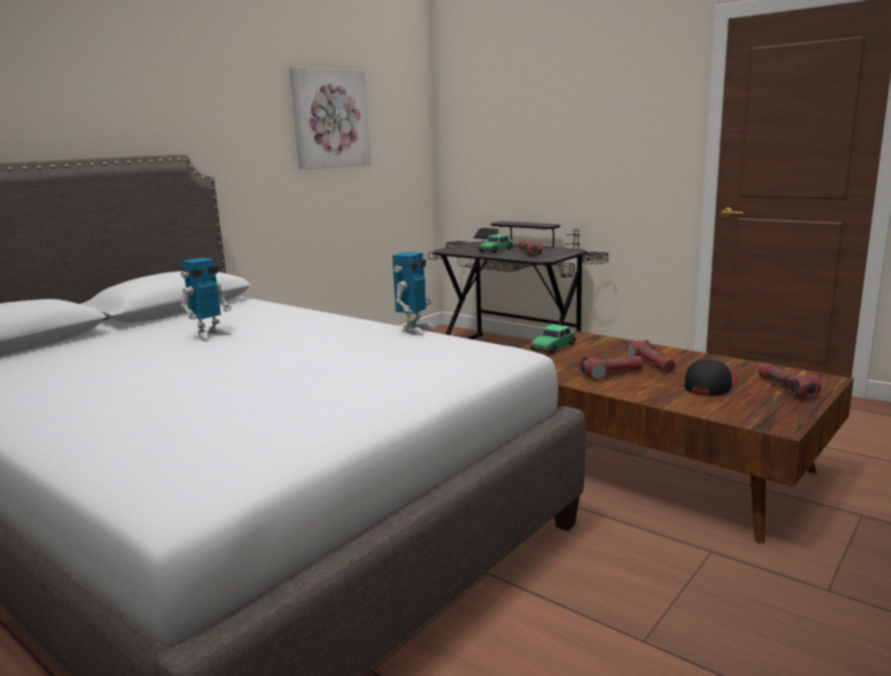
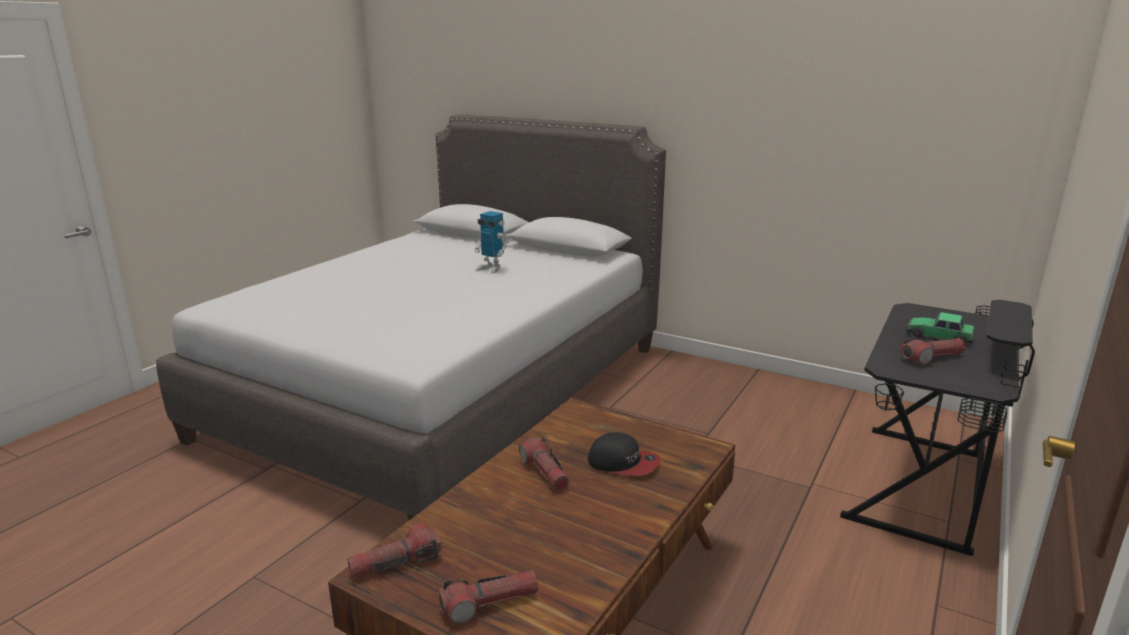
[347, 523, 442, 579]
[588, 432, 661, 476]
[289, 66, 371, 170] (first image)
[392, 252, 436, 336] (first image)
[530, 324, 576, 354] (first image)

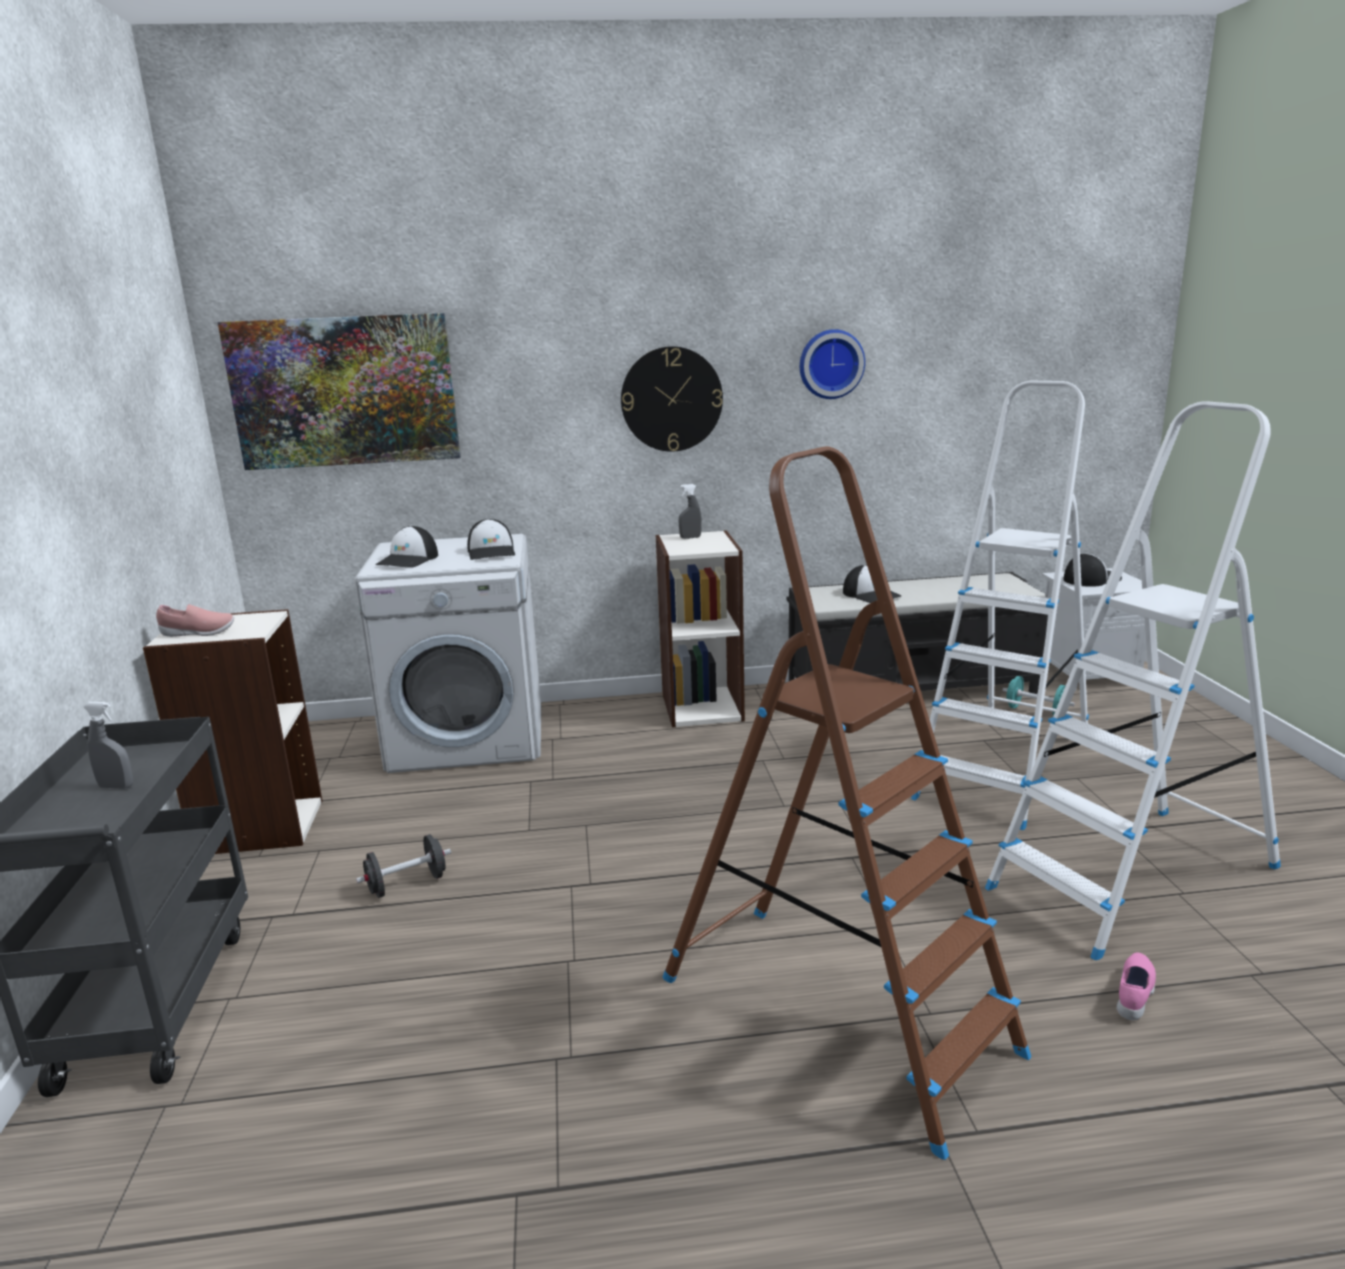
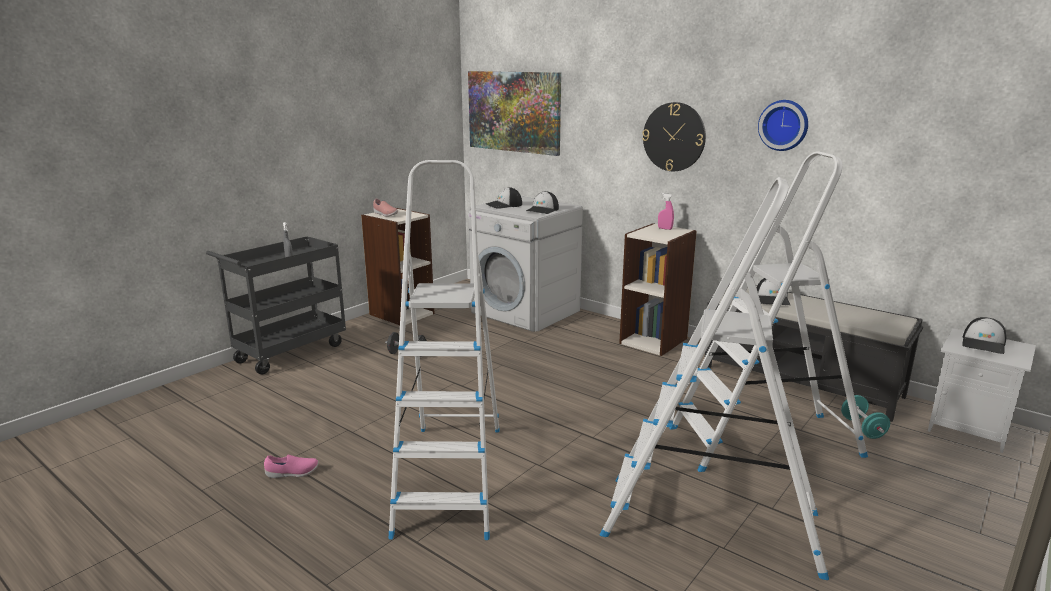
[264, 454, 319, 478]
[389, 160, 500, 540]
[658, 193, 674, 230]
[962, 317, 1006, 354]

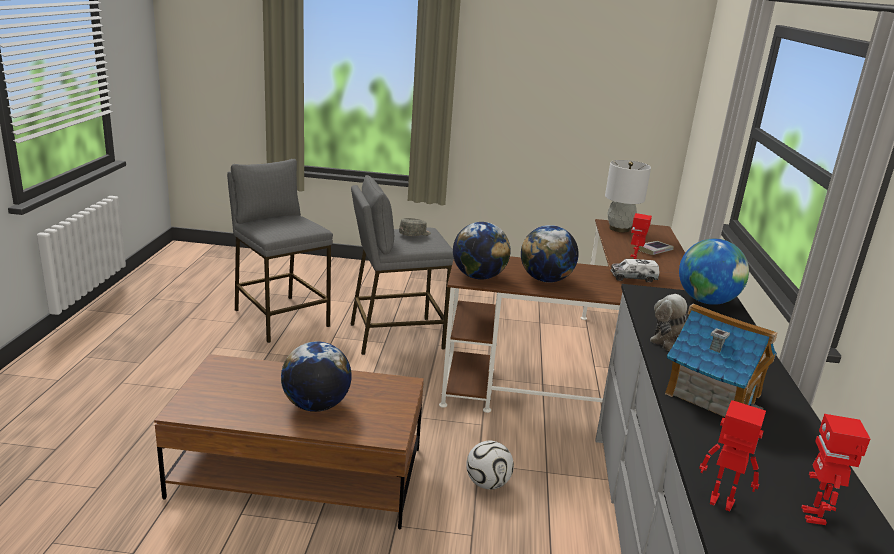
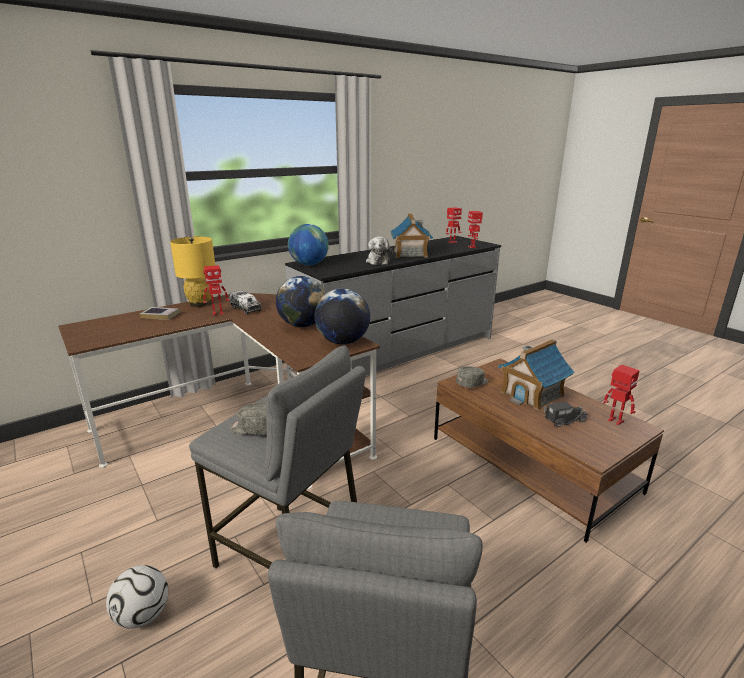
[106, 565, 168, 629]
[170, 236, 215, 307]
[456, 367, 488, 388]
[498, 339, 575, 410]
[544, 402, 587, 427]
[603, 364, 640, 425]
[605, 160, 651, 232] (first image)

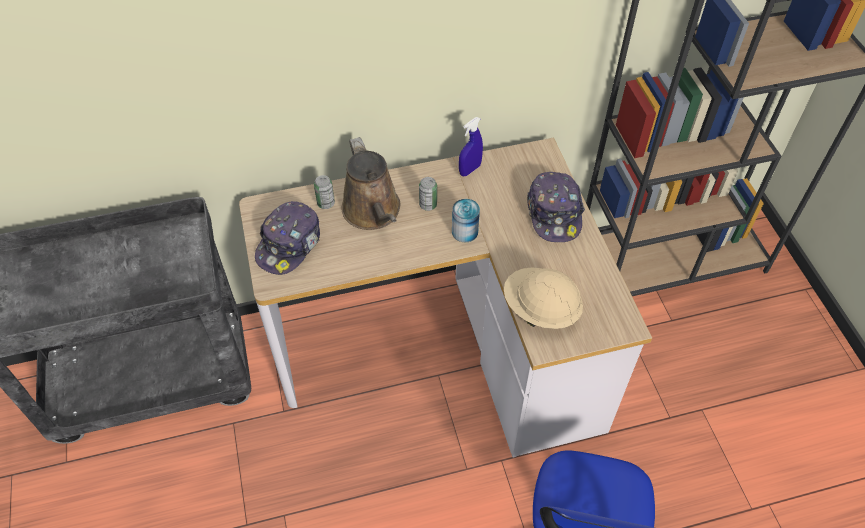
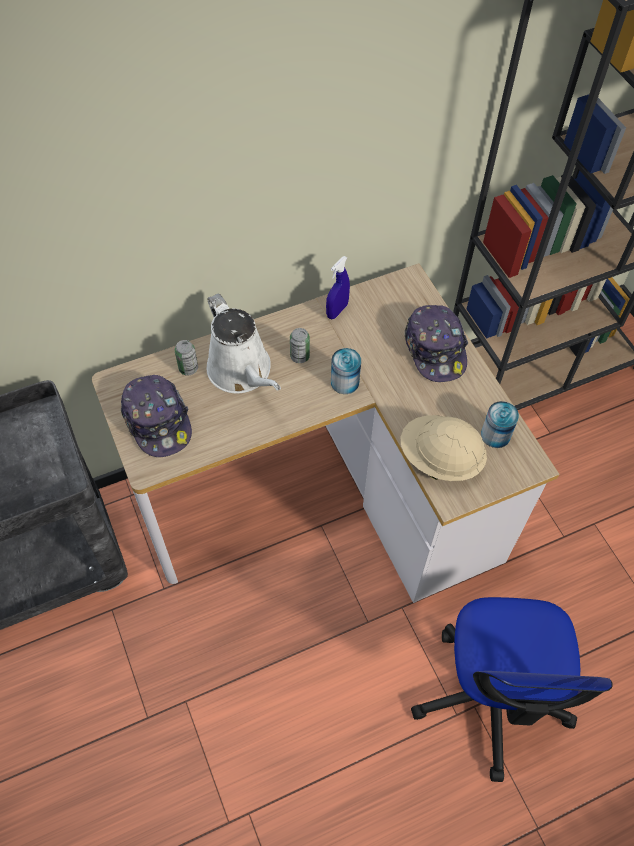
[121, 375, 192, 457]
[206, 294, 281, 394]
[481, 401, 519, 448]

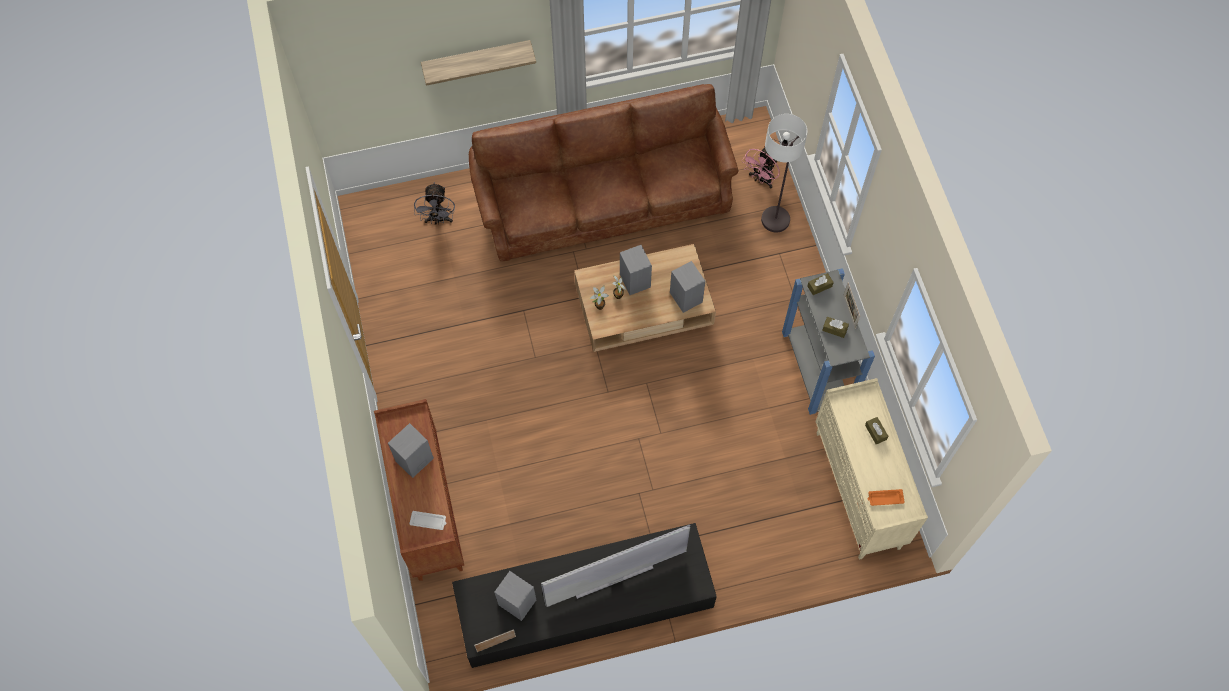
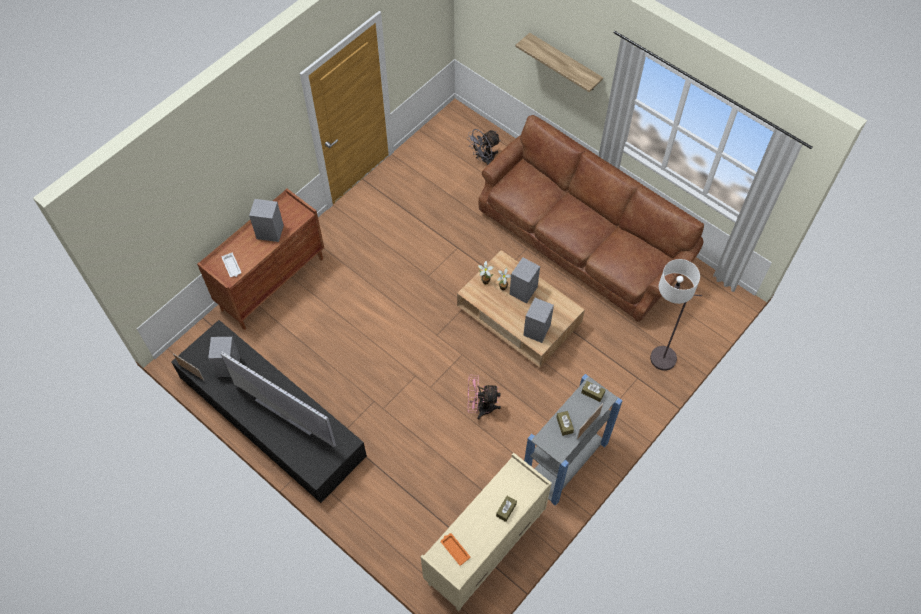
[468, 375, 501, 420]

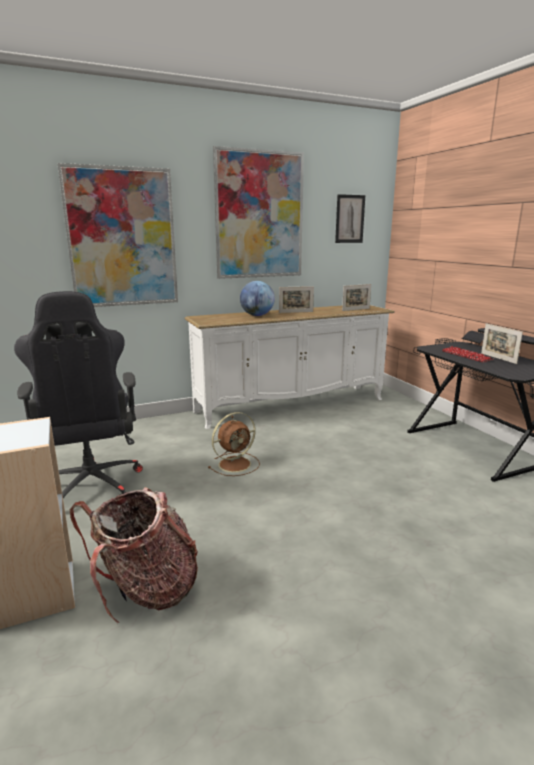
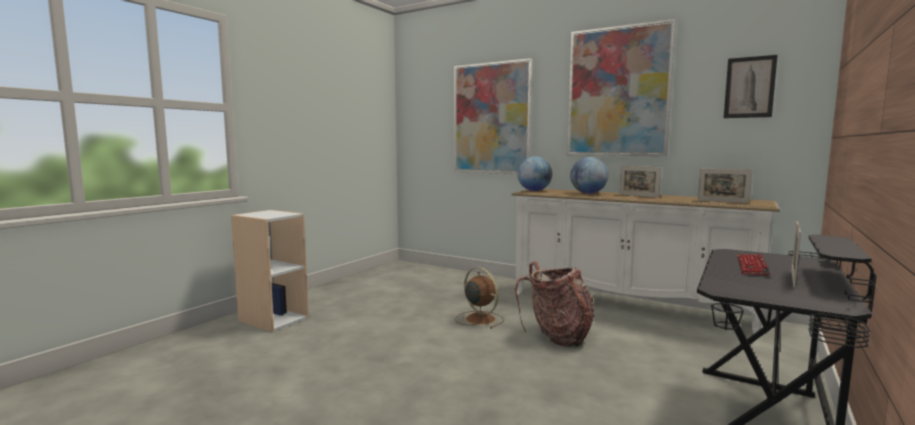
[455, 267, 504, 329]
[515, 262, 595, 347]
[517, 156, 552, 191]
[14, 291, 143, 498] (first image)

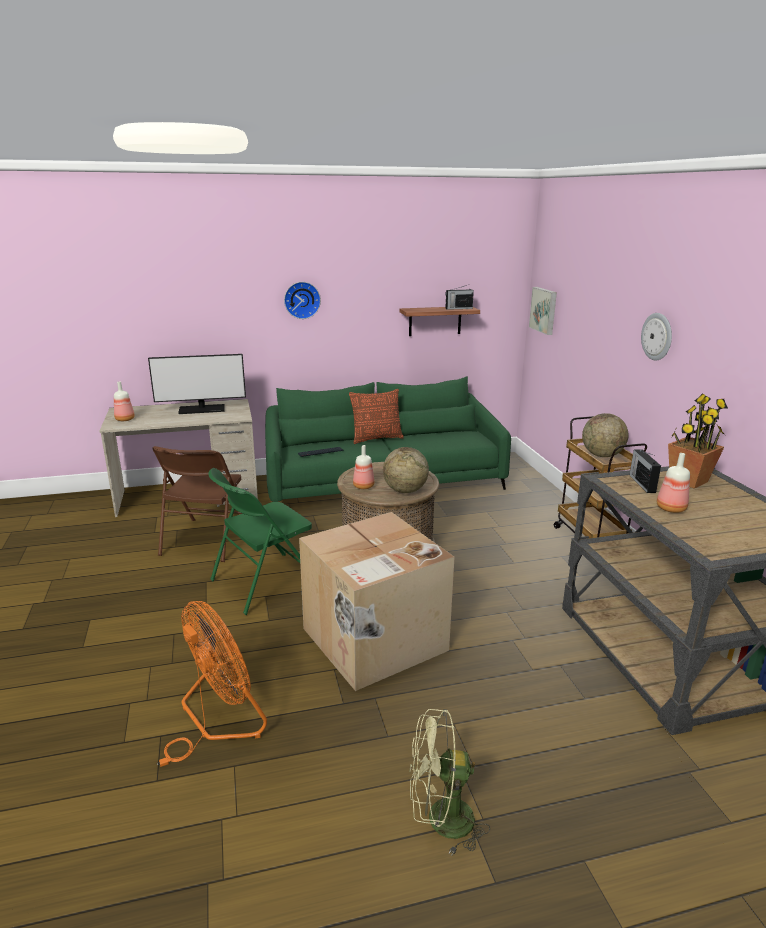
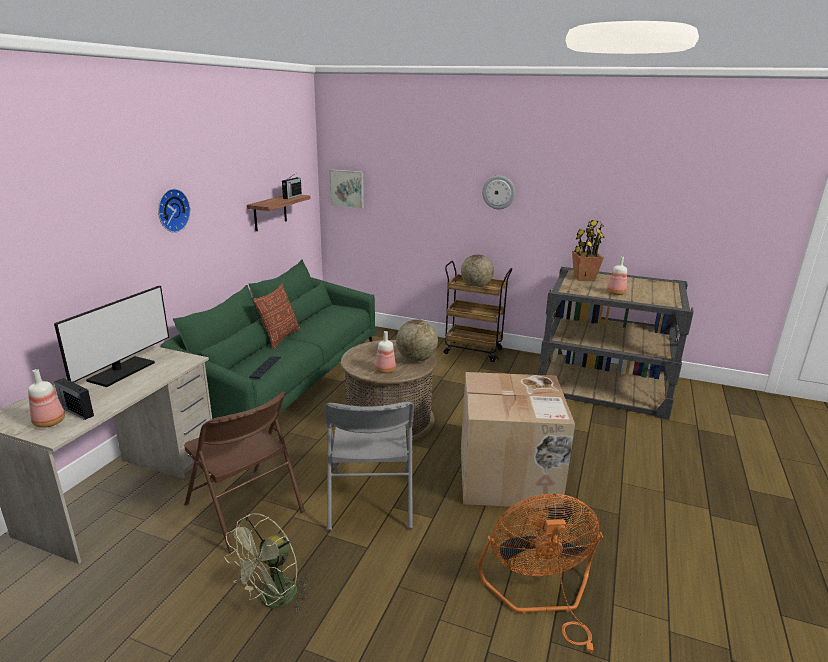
[54, 378, 94, 420]
[224, 513, 309, 610]
[324, 402, 414, 530]

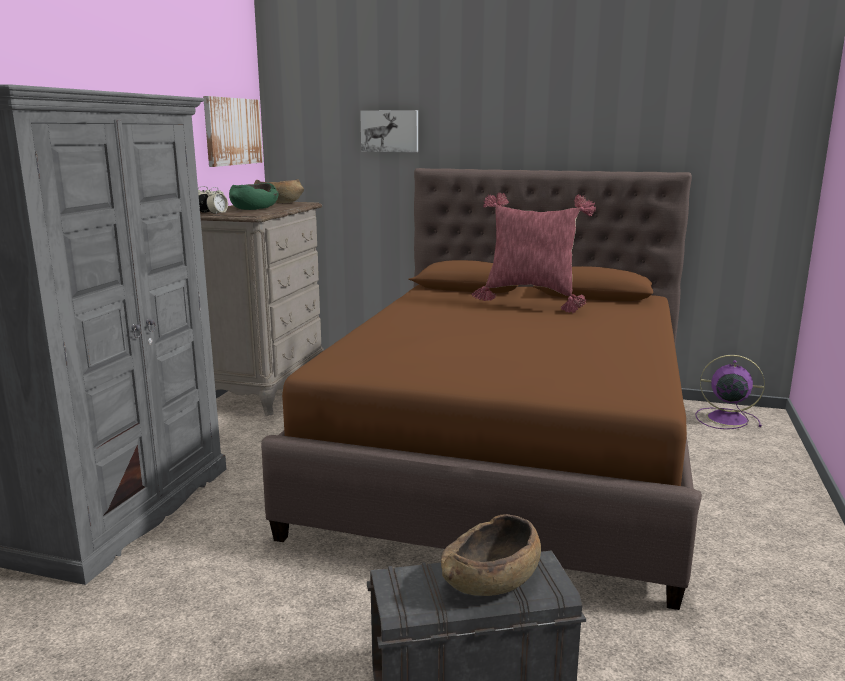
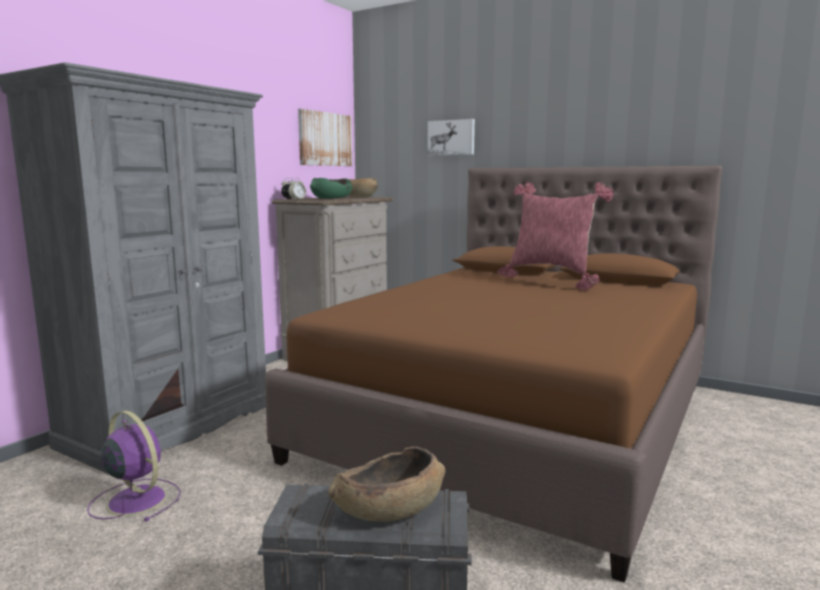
[87, 411, 181, 522]

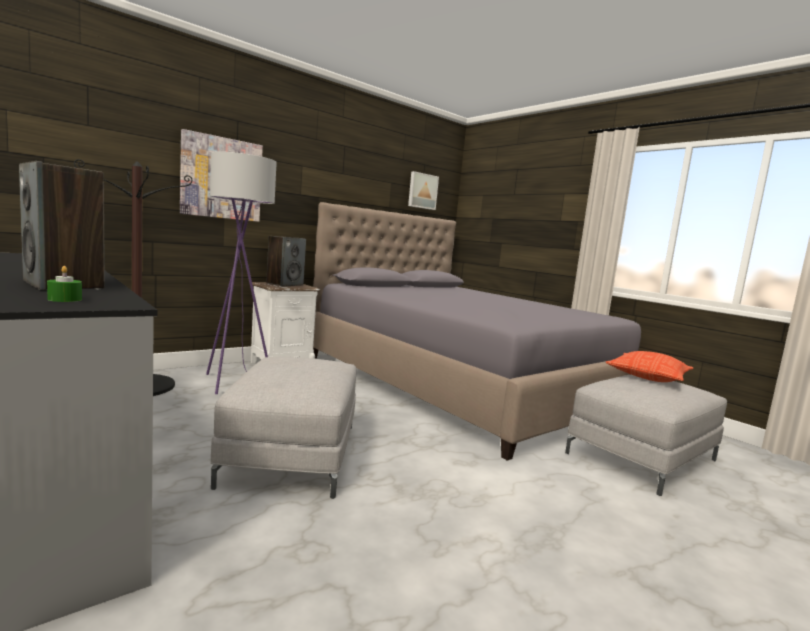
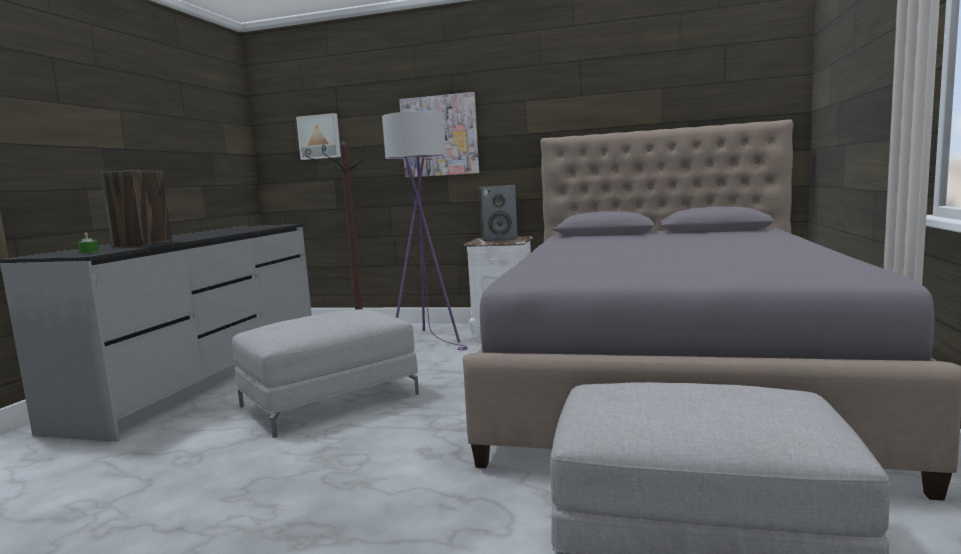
[296, 113, 341, 160]
[606, 351, 693, 382] (first image)

